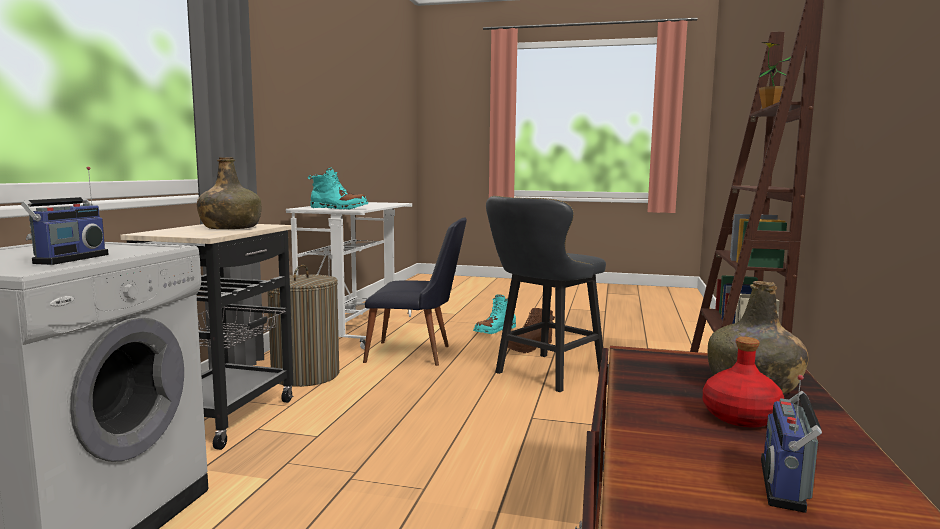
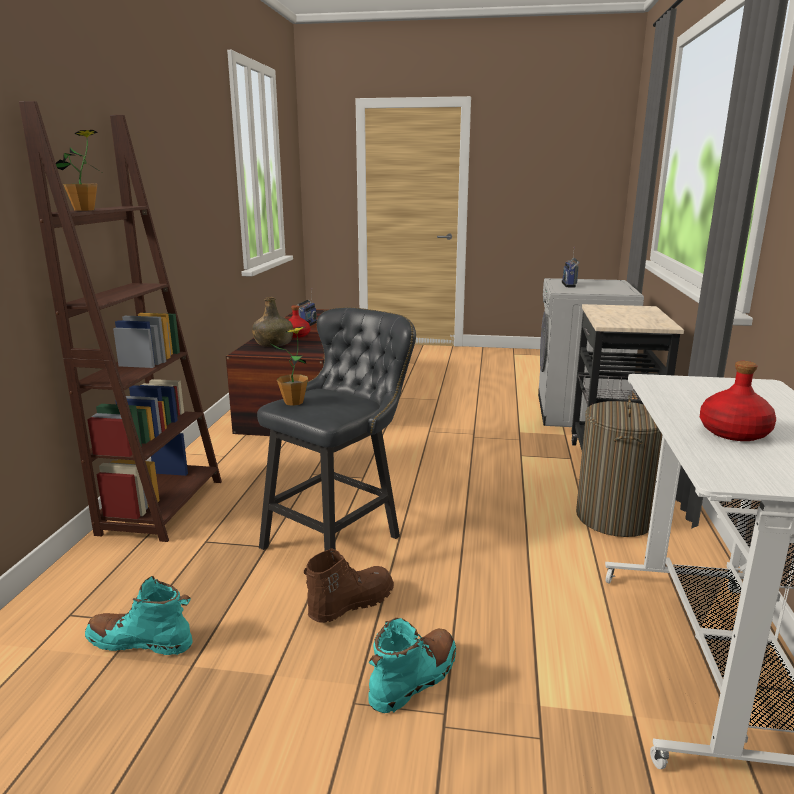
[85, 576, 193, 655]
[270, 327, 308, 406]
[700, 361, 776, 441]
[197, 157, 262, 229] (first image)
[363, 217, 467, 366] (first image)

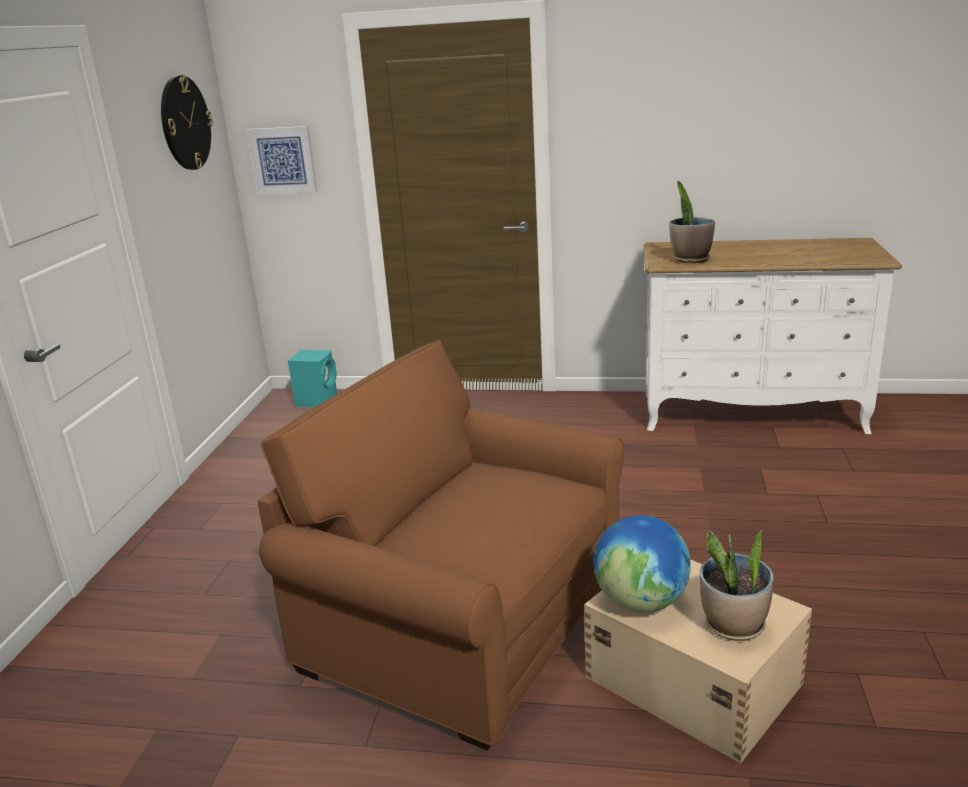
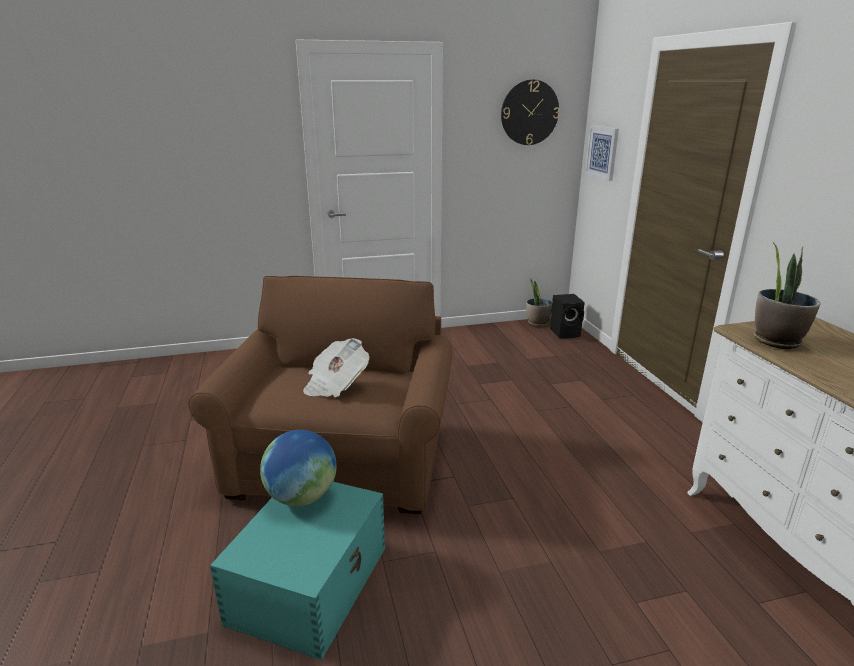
[210, 482, 385, 660]
[303, 338, 369, 397]
[526, 279, 552, 327]
[550, 294, 585, 339]

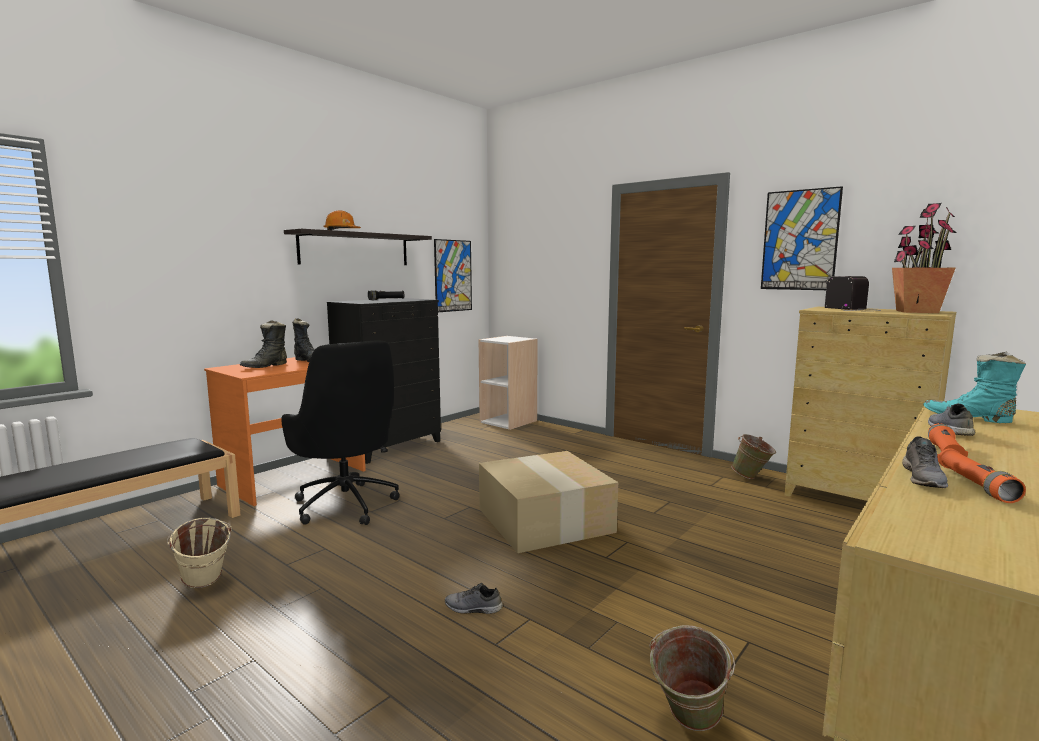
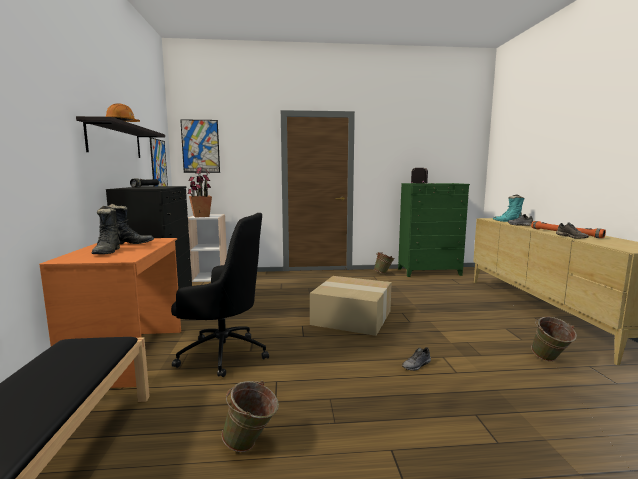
[180, 119, 220, 173]
[188, 167, 212, 218]
[222, 381, 279, 452]
[398, 183, 470, 277]

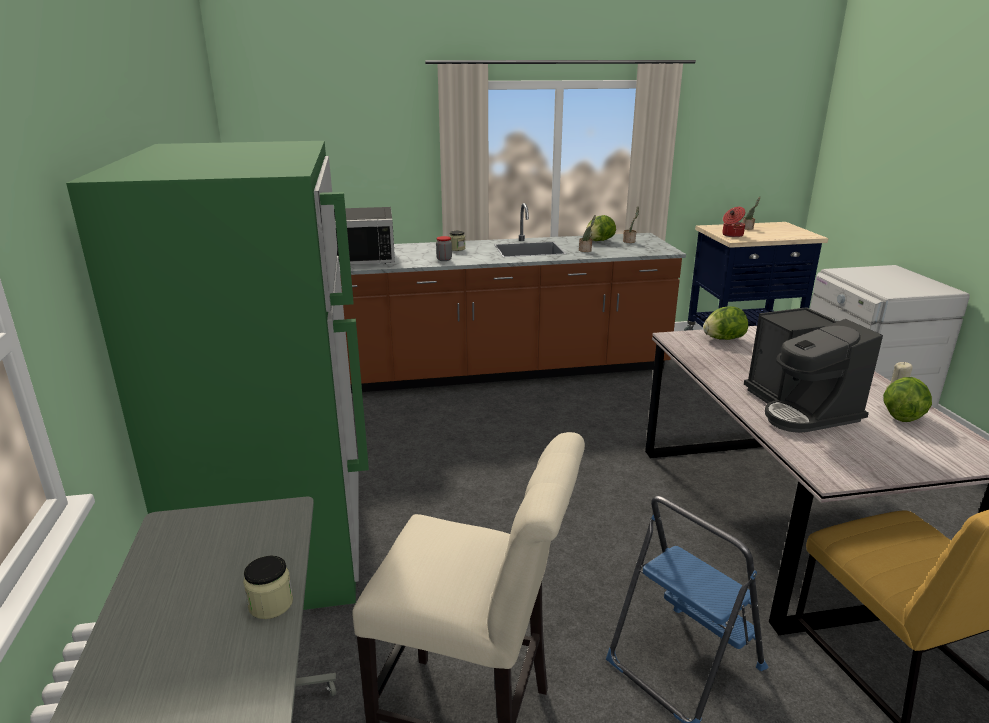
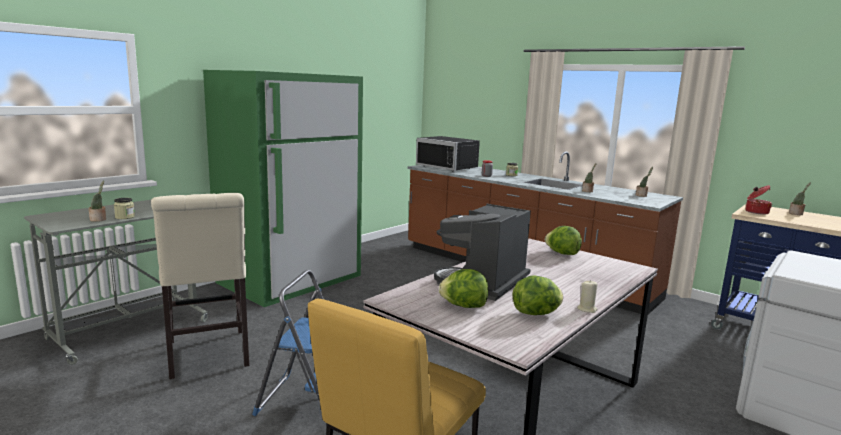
[88, 181, 106, 222]
[439, 269, 488, 308]

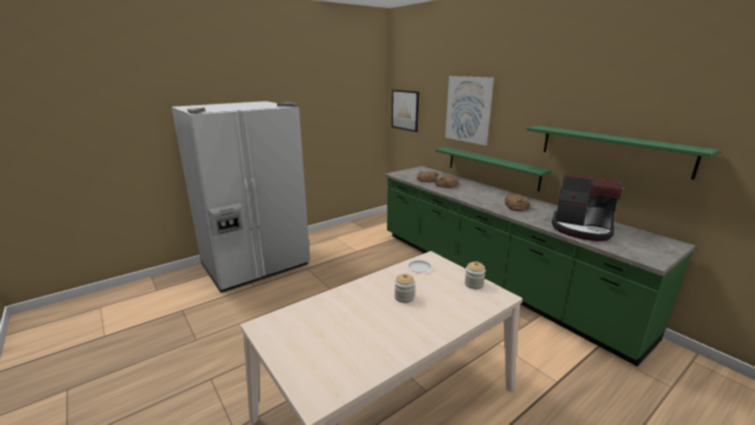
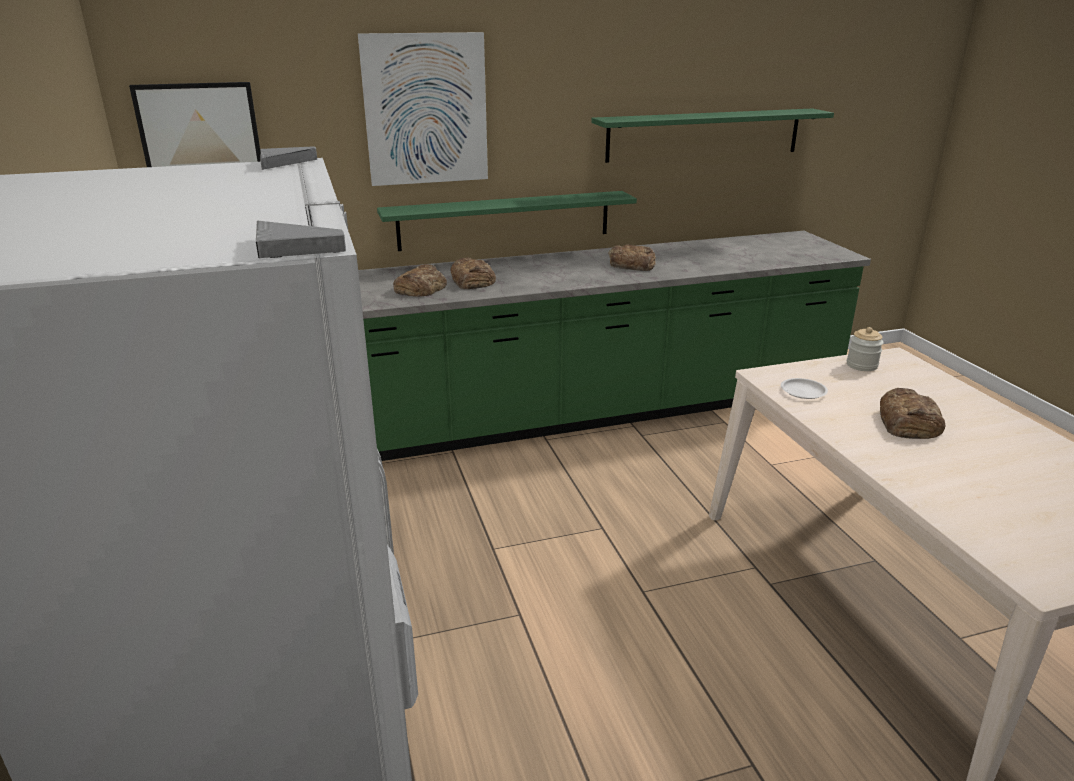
[880, 388, 945, 439]
[552, 174, 622, 241] (first image)

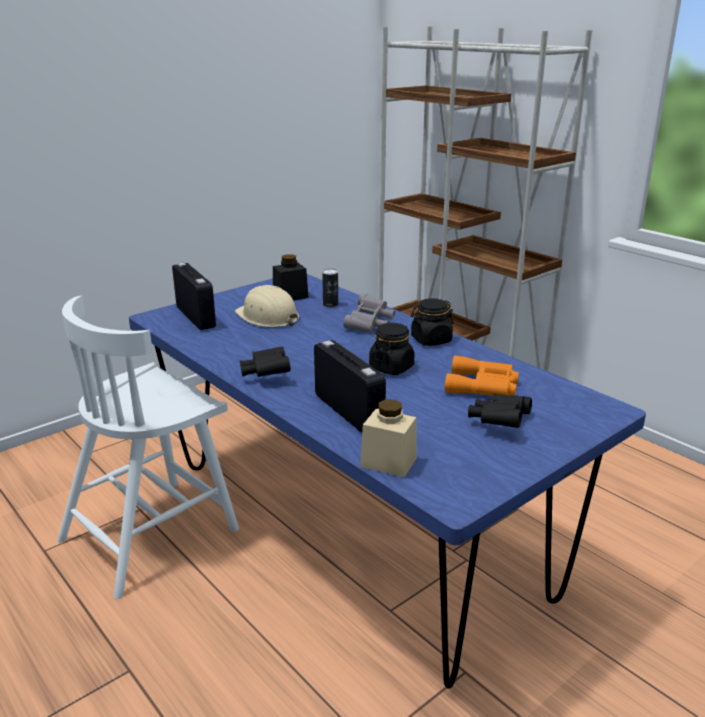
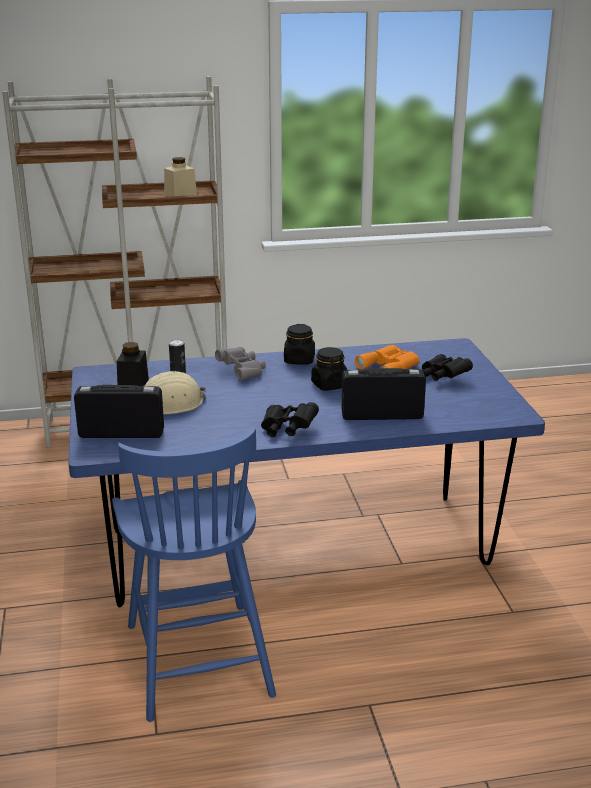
[112, 425, 276, 722]
[164, 157, 197, 196]

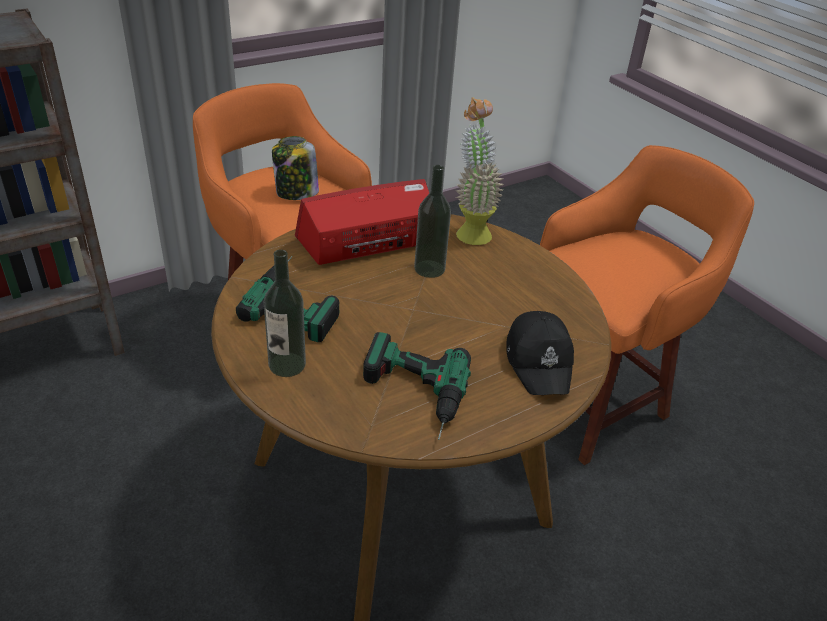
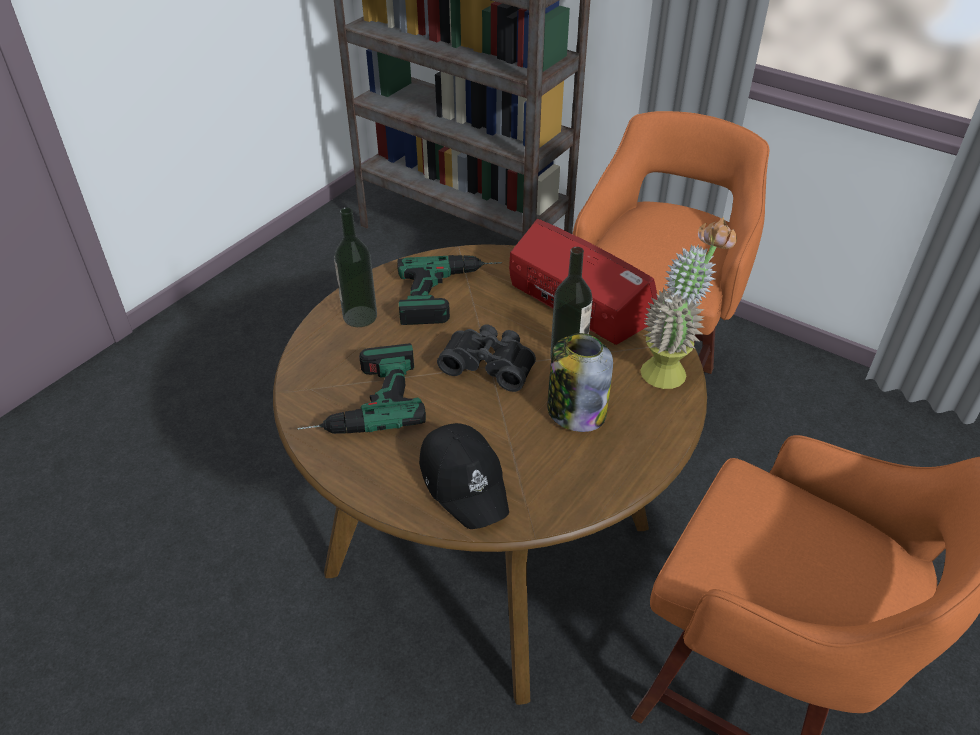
[419, 423, 509, 529]
[437, 324, 536, 392]
[547, 333, 613, 432]

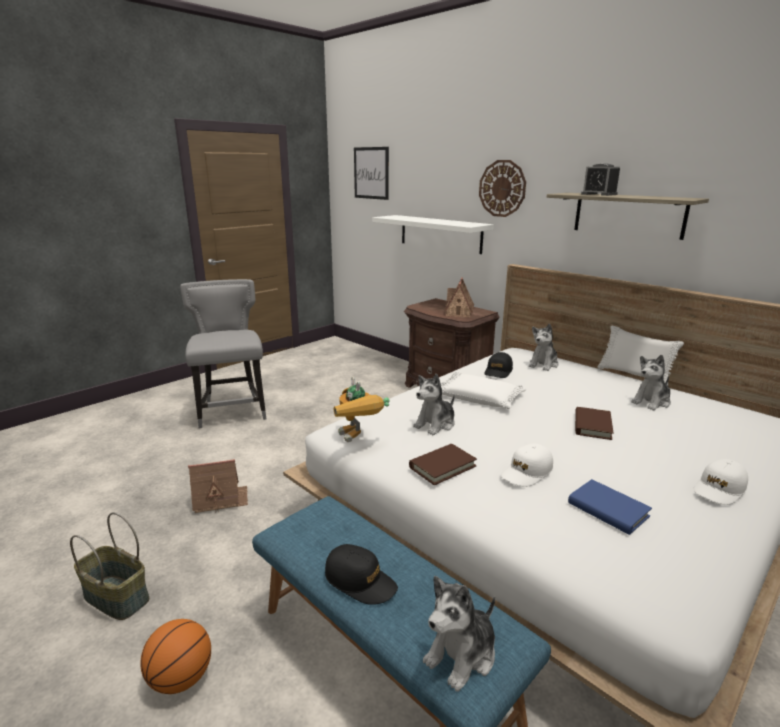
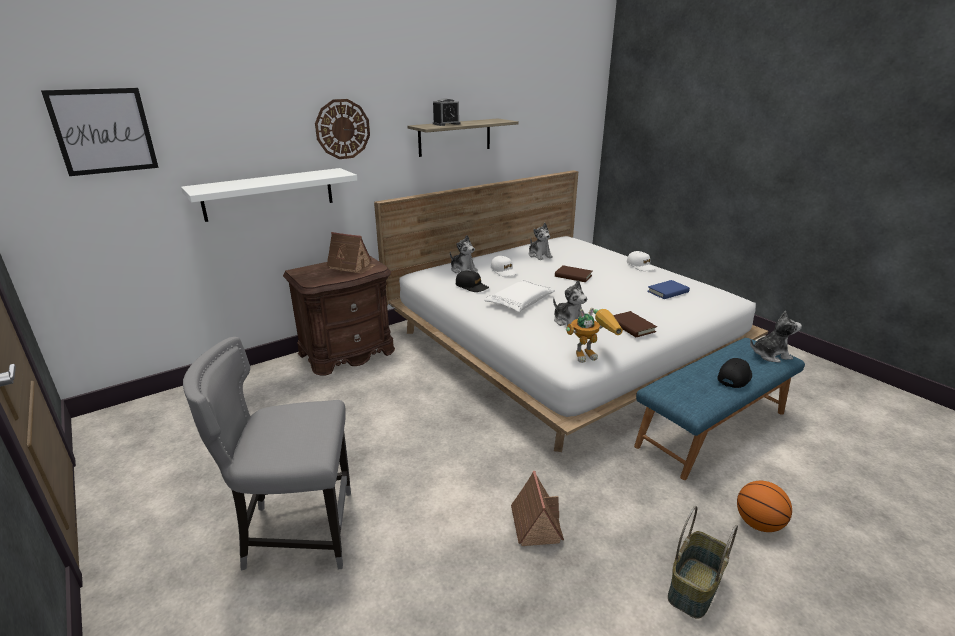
[491, 256, 517, 276]
[750, 311, 802, 363]
[598, 325, 684, 385] (first image)

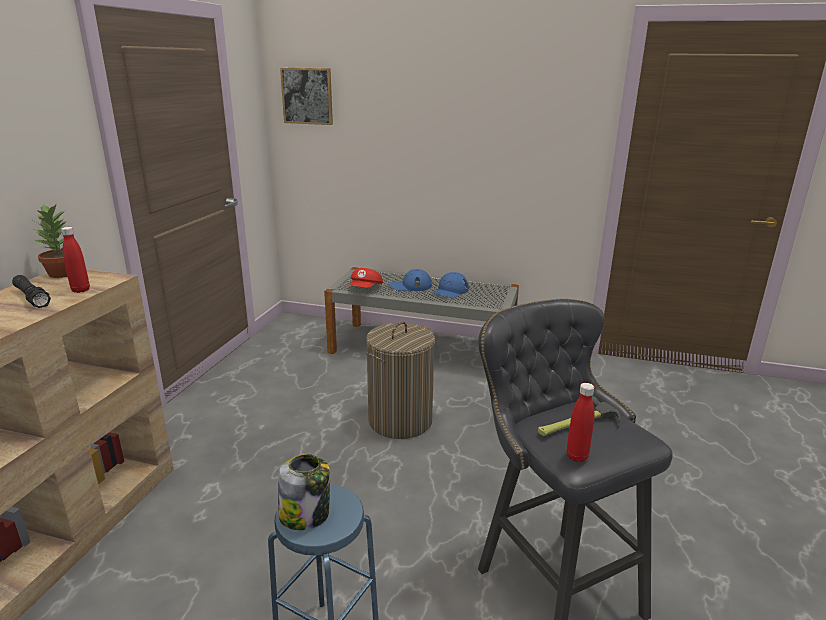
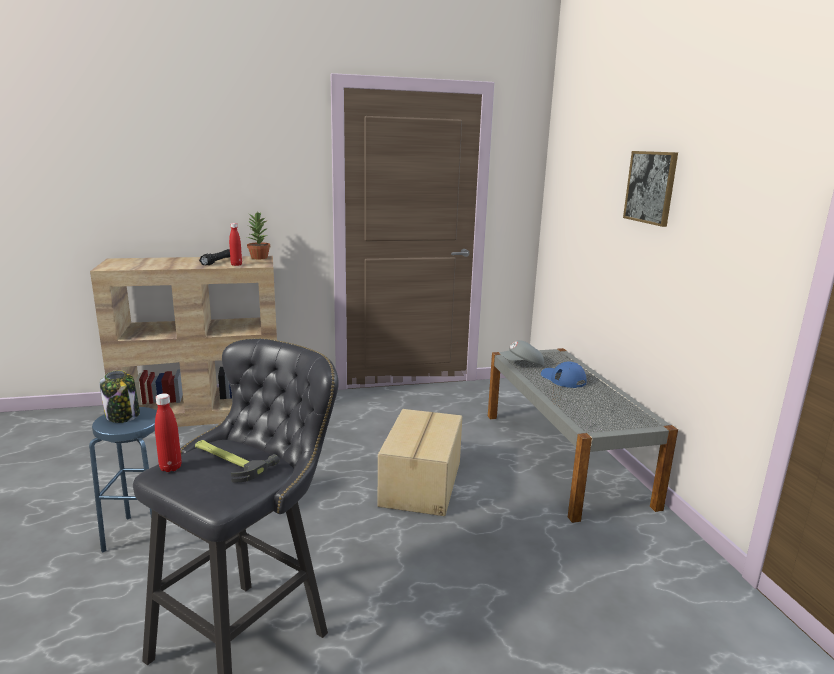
[378, 409, 462, 516]
[500, 340, 544, 366]
[623, 151, 678, 227]
[433, 272, 469, 298] (first image)

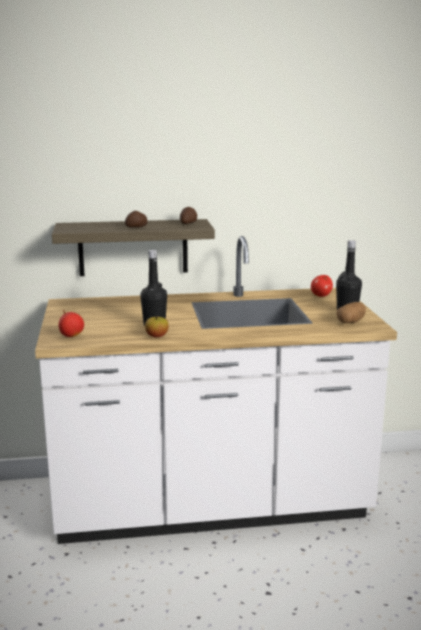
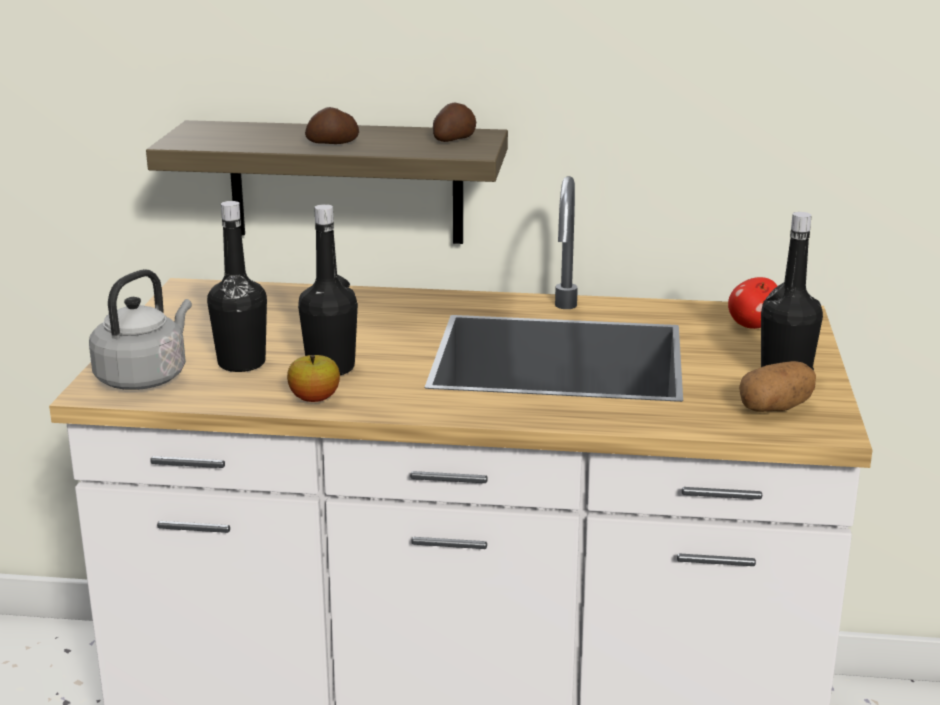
[89, 269, 192, 390]
[207, 201, 267, 372]

